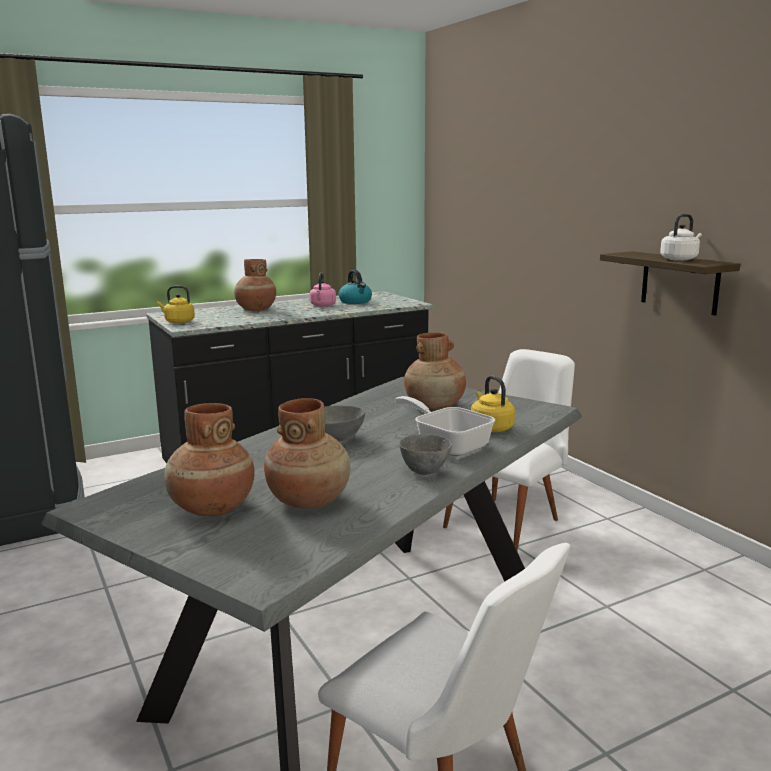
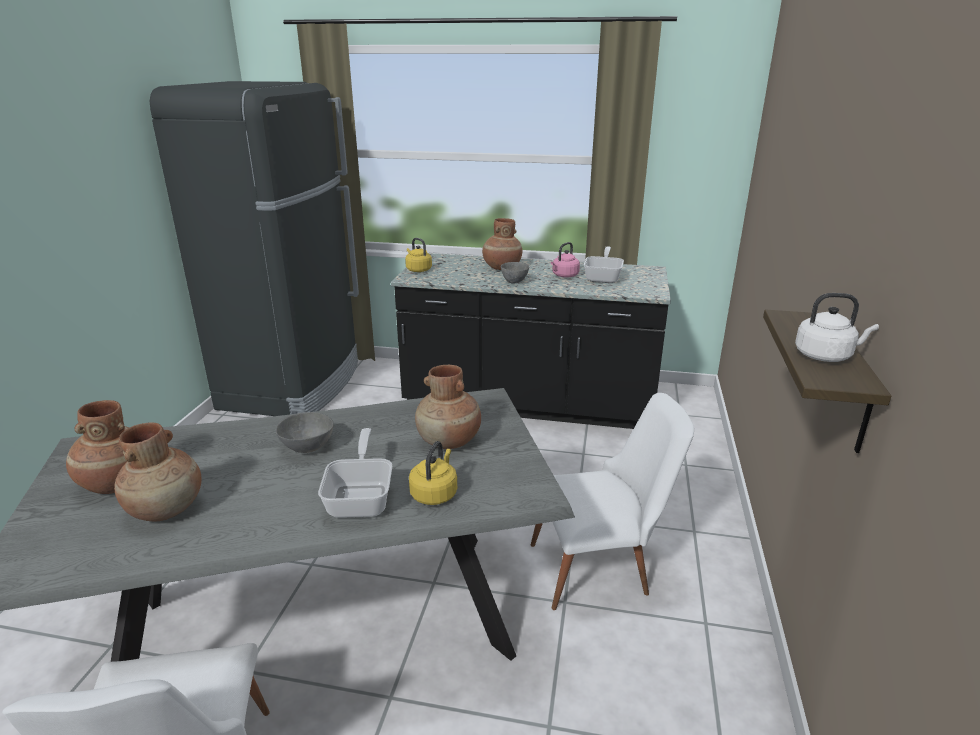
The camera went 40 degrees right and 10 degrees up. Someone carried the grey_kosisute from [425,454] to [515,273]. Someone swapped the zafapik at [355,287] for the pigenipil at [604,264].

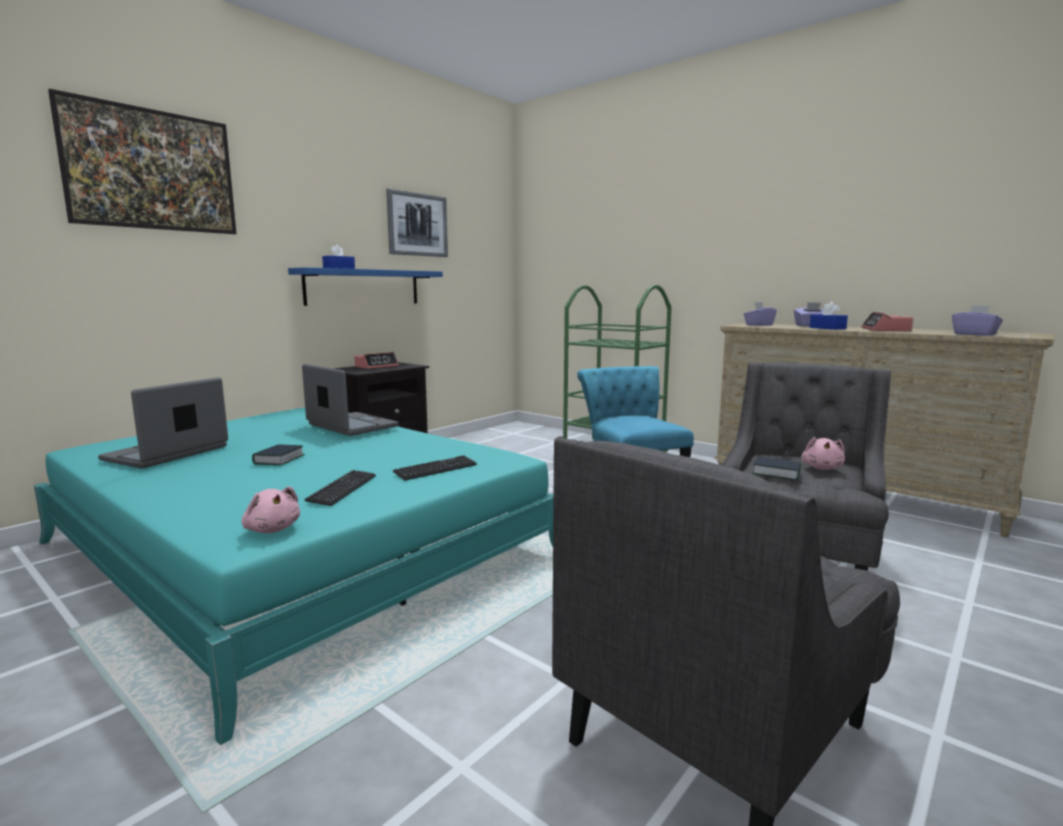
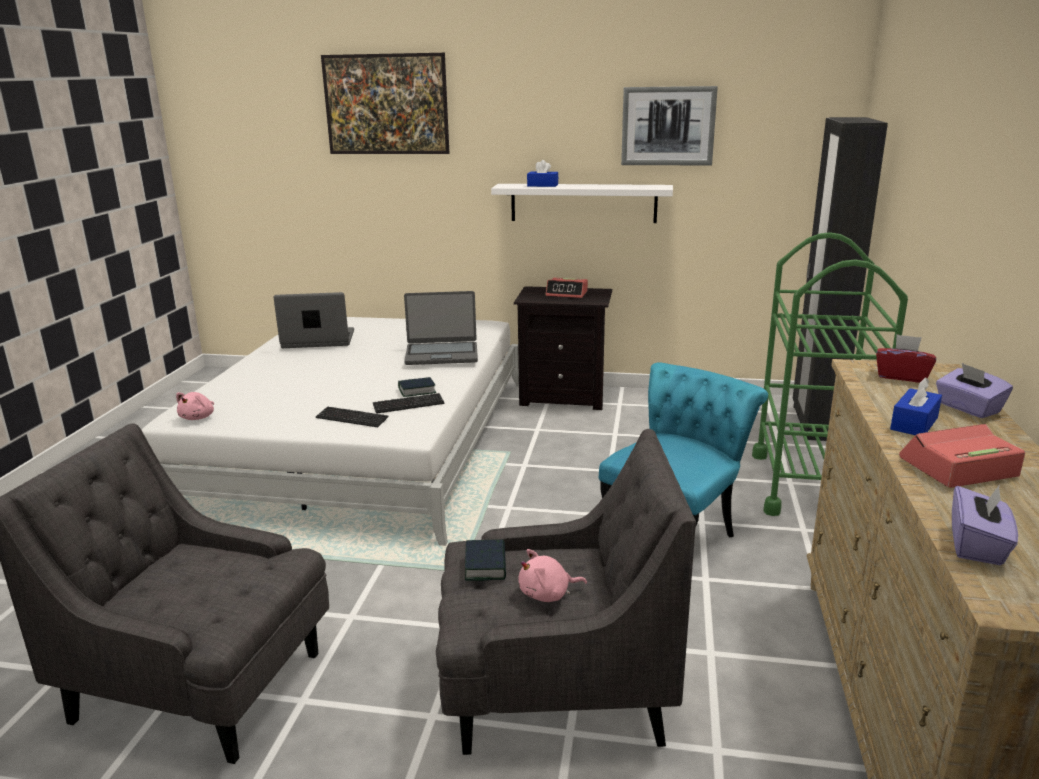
The camera went 60 degrees right and 10 degrees up. Someone repainted the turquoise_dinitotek at [294,576], which became the white_dinitotek at [330,431]. Someone carried the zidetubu from [340,488] to [409,403]. Someone carried the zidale from [278,454] to [417,387]. Someone rotated the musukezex at [350,400] by 75 degrees clockwise. Someone repainted the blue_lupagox at [365,286], which became the white_lupagox at [582,203]. Someone put down the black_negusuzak at [840,279]. Someone repainted the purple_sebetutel at [760,314], which became the red_sebetutel at [906,358].

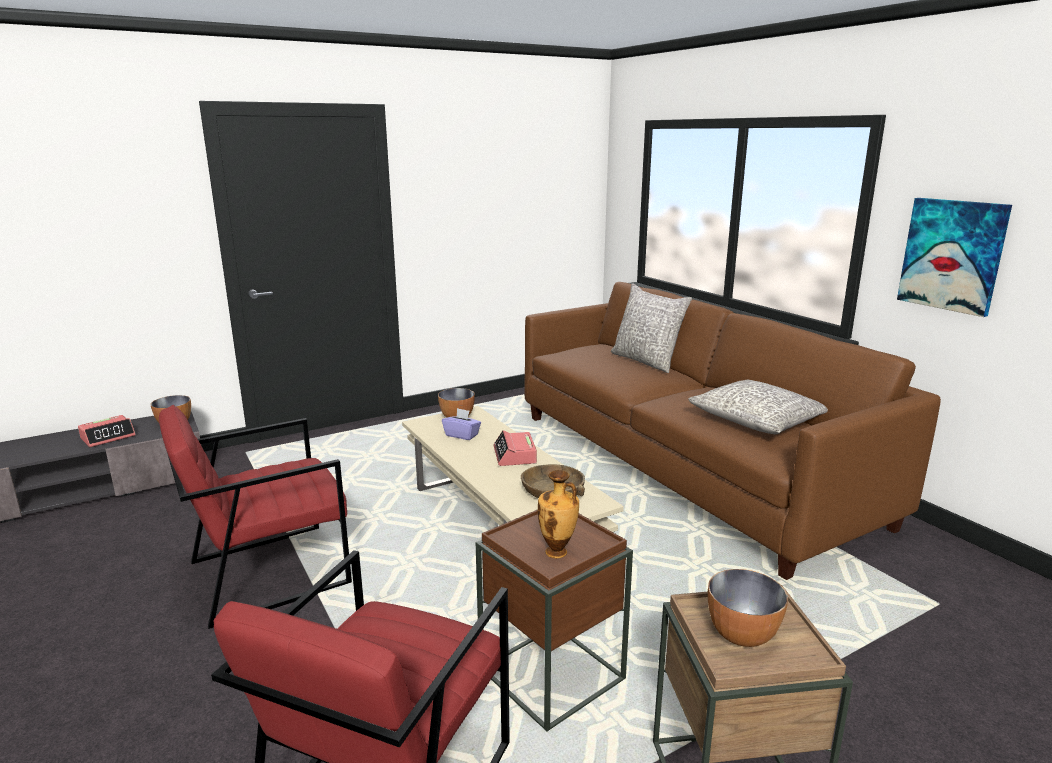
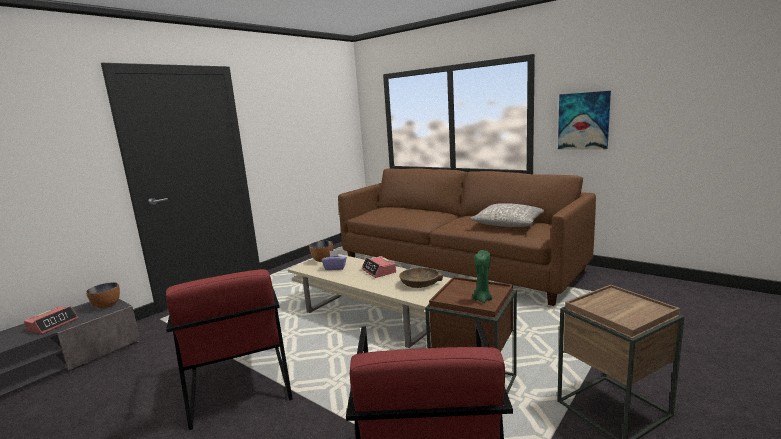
The camera went 20 degrees left and 5 degrees down. Someone rotated the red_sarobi at [255,517] by 60 degrees counterclockwise. Someone swapped the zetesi at [558,514] for the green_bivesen at [482,276]. Someone took away the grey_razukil at [651,328]. Someone took away the kosisute at [748,608].

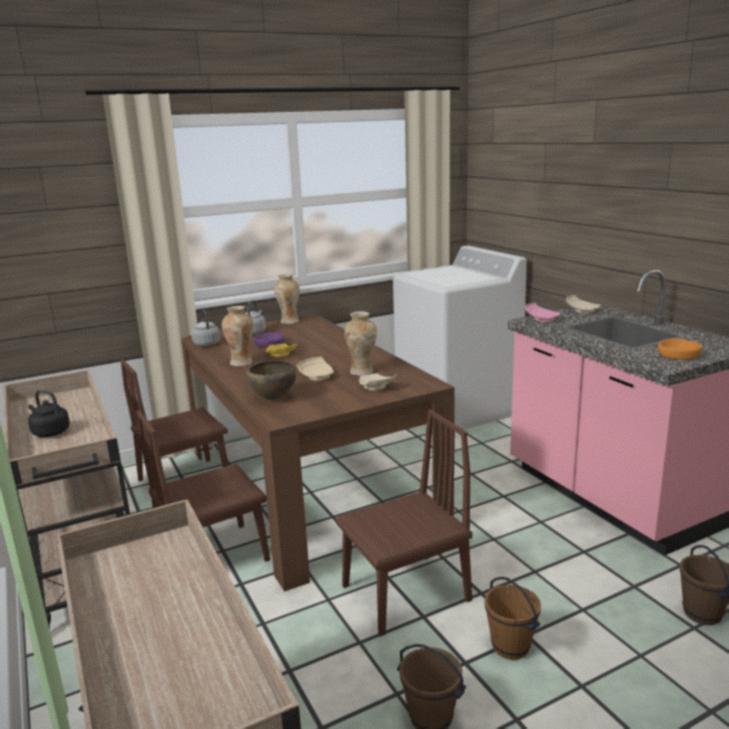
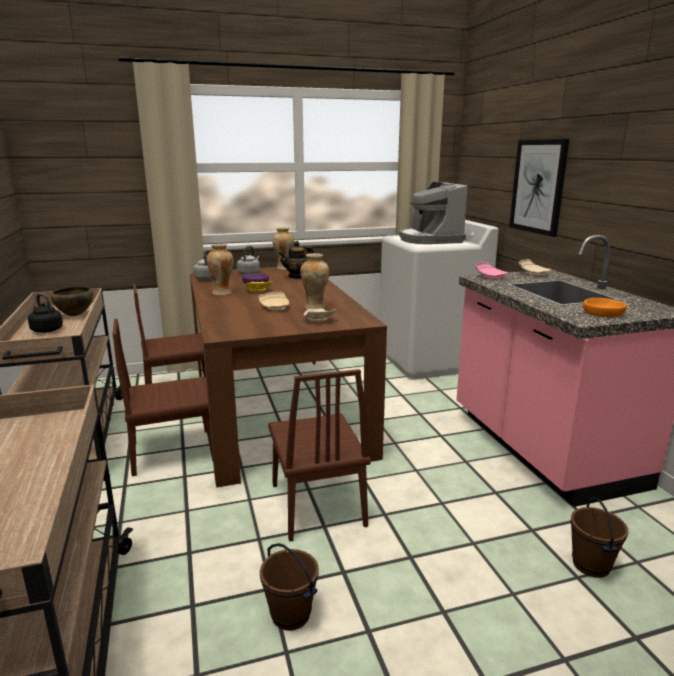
The camera went 10 degrees right and 0 degrees up. Someone carried the brown_kosisute from [271,380] to [71,301]. Someone rotated the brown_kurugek at [404,522] by 90 degrees clockwise. Someone put down the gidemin at [295,260]. Someone put down the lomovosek at [433,213]. Someone put up the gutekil at [539,188]. Someone took away the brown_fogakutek at [512,618].

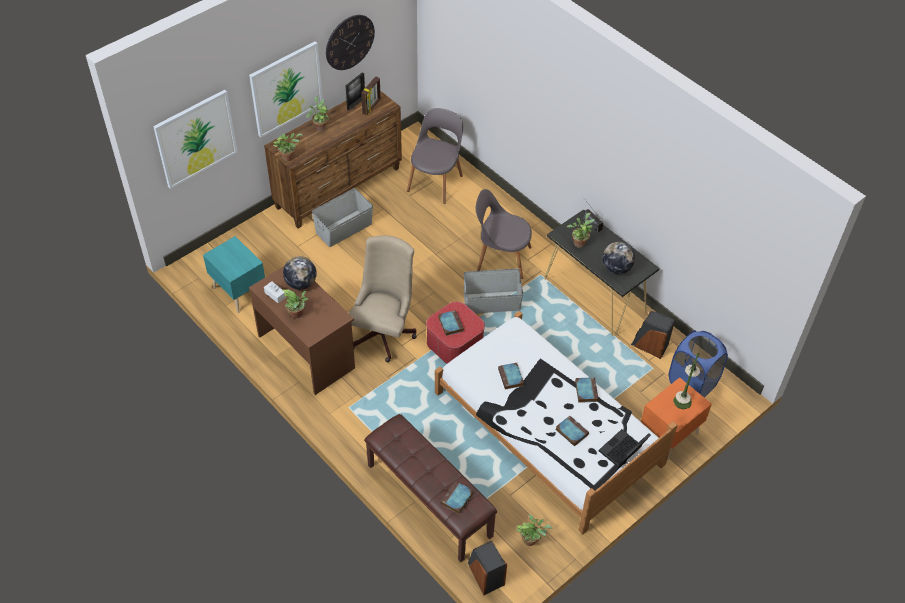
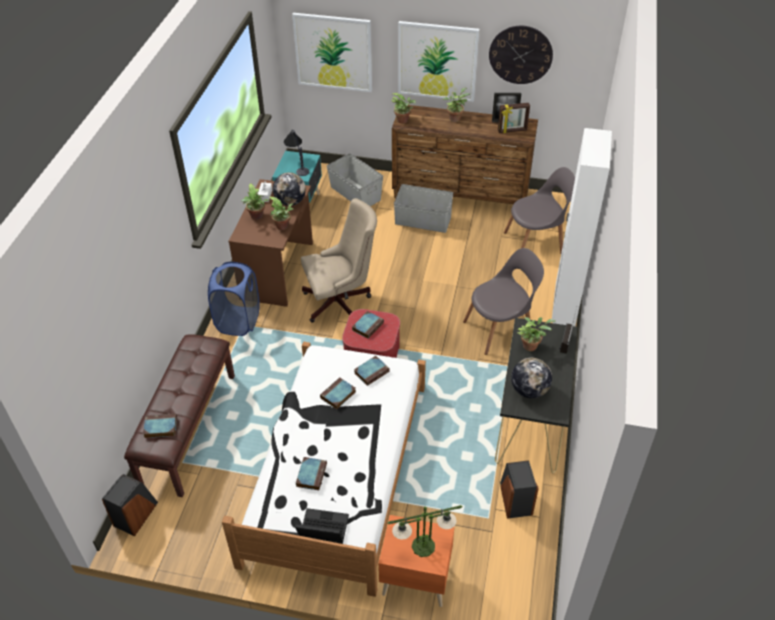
The camera went 55 degrees right and 5 degrees down. Someone carried the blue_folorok from [698,363] to [233,299]. Someone carried the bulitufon from [534,530] to [282,213]. Someone put down the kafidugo at [296,153]. Someone carried the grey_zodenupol from [493,291] to [355,179]. Someone carried the zidale from [587,390] to [372,371]. Someone rotated the grey_kurugek at [504,234] by 90 degrees clockwise. Someone put down the white_negusuzak at [582,227].

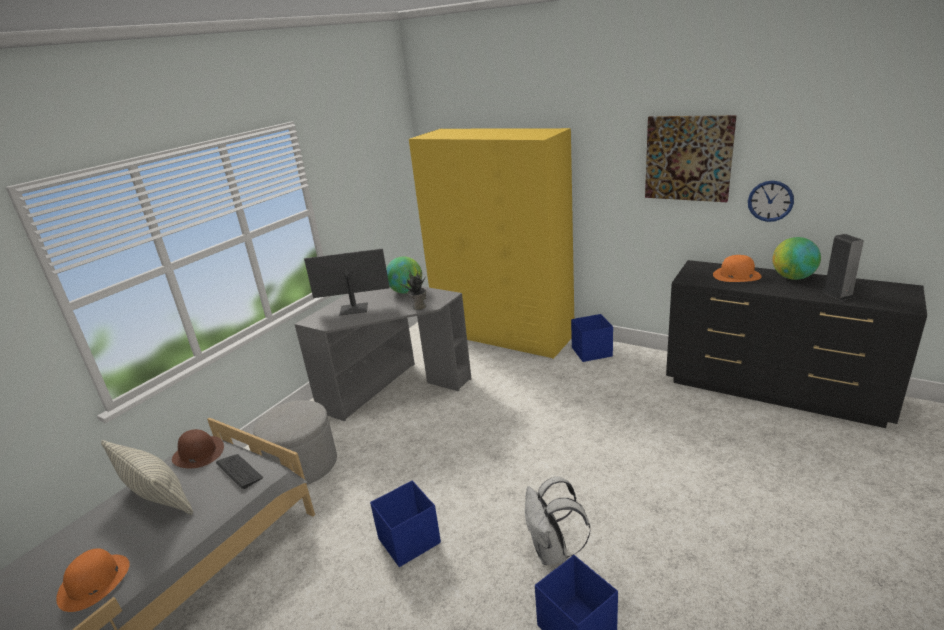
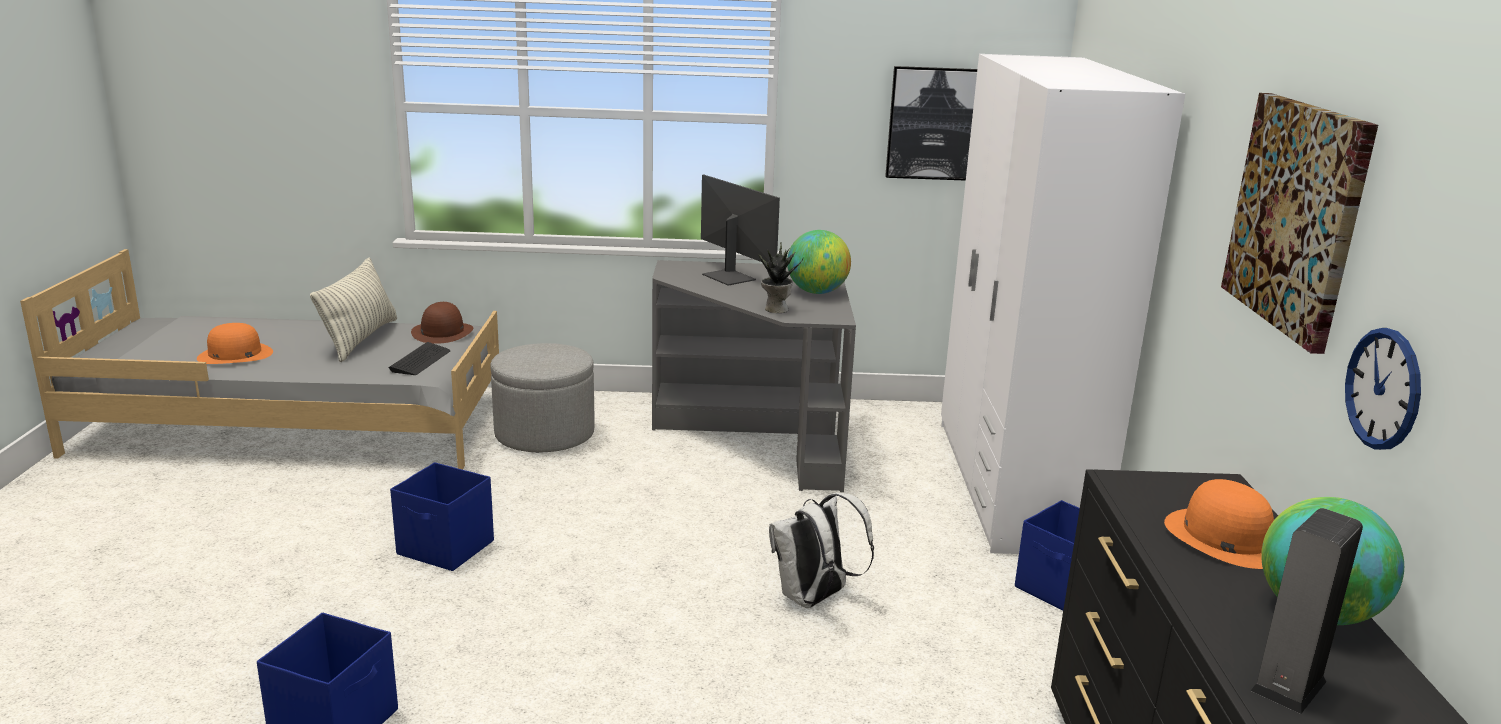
The camera went 55 degrees right and 5 degrees down. Someone carried the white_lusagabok from [557,520] to [821,550]. Someone put up the gutekil at [931,123]. Someone repainted the yellow_negusuzak at [491,243], which became the white_negusuzak at [1063,304].

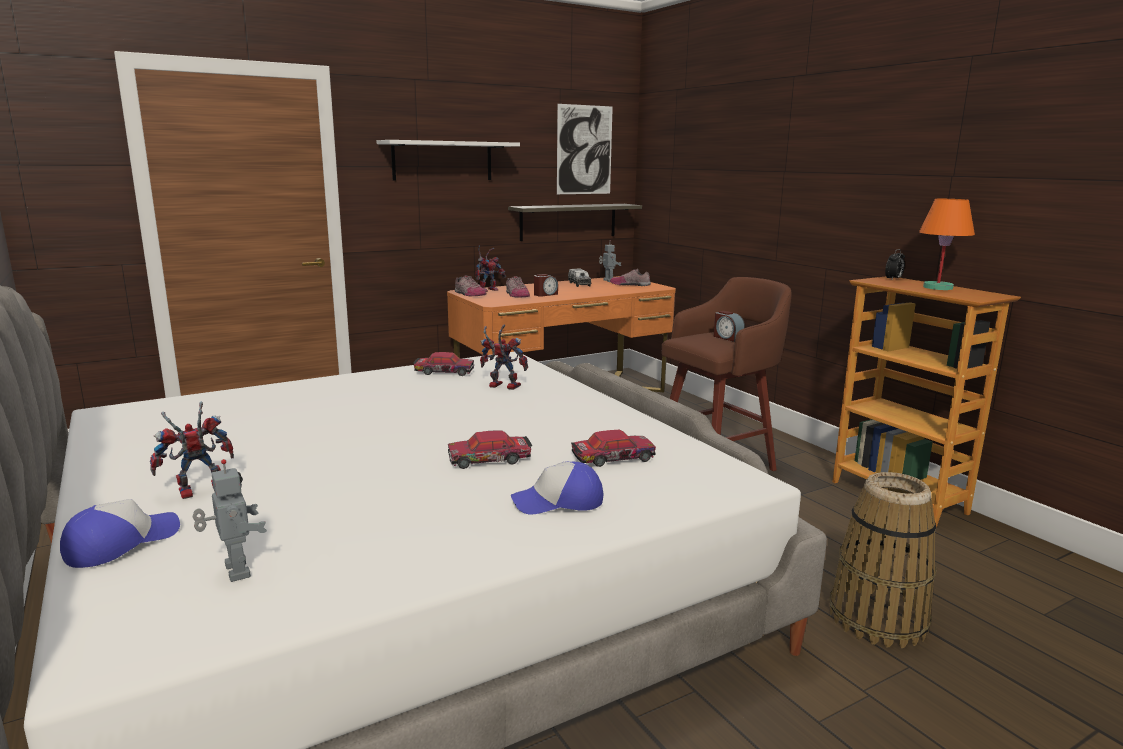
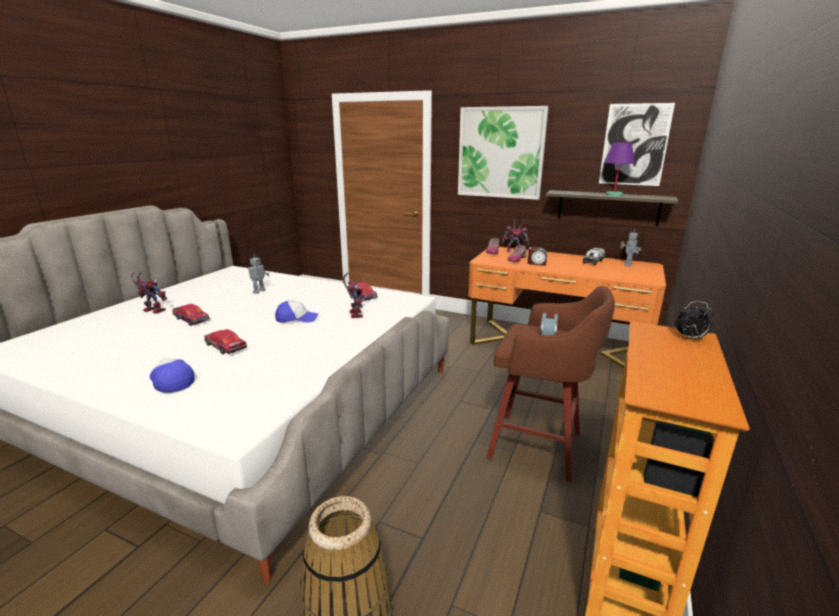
The camera went 55 degrees right and 5 degrees up. Someone carried the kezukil from [613,448] to [191,315]. Someone carried the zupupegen from [230,520] to [259,274]. Someone carried the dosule from [120,533] to [296,312]. Someone swapped the white_lupagox at [448,160] for the gutekil at [503,153]. Someone put down the purple_kafidugo at [619,169]. Someone took away the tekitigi at [630,277]. Someone took away the orange_kafidugo at [947,244].

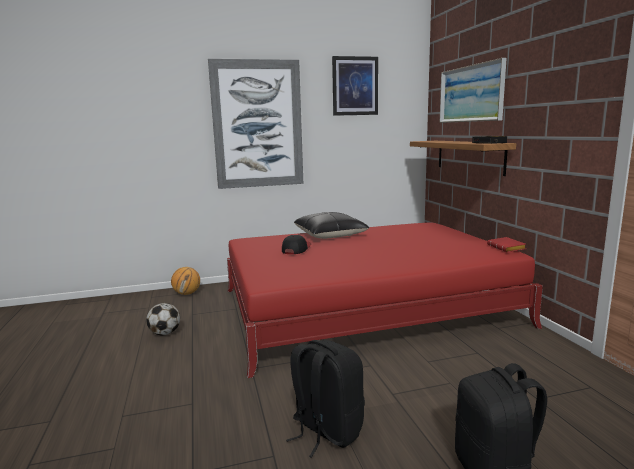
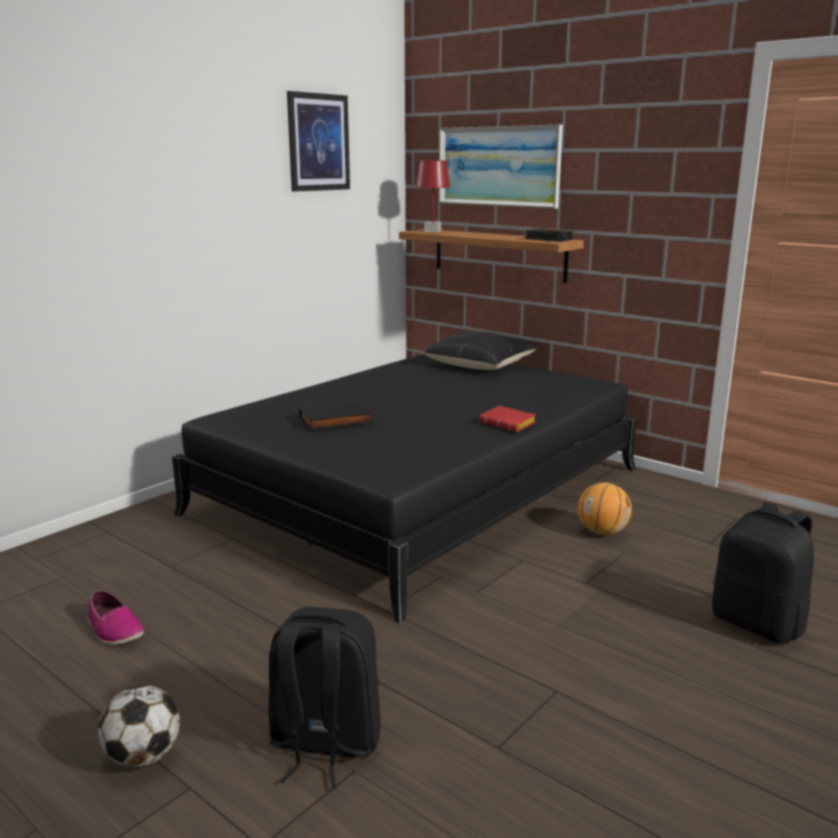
The camera went 35 degrees left and 5 degrees up. Someone put down the tekitigi at [115,617]. Someone carried the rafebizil from [163,319] to [139,726]. Someone repainted the red_dinitotek at [385,300], which became the black_dinitotek at [404,489]. Someone carried the black_lusagabok from [325,399] to [324,698]. Someone swapped the dosule at [296,244] for the black_zidale at [336,415]. Someone put down the red_kafidugo at [433,196]. Someone carried the black_razukil from [331,225] to [480,351]. Someone carried the red_zidale from [506,244] to [507,419]. Someone carried the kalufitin from [185,281] to [605,508]. Someone took away the gutekil at [255,124].

